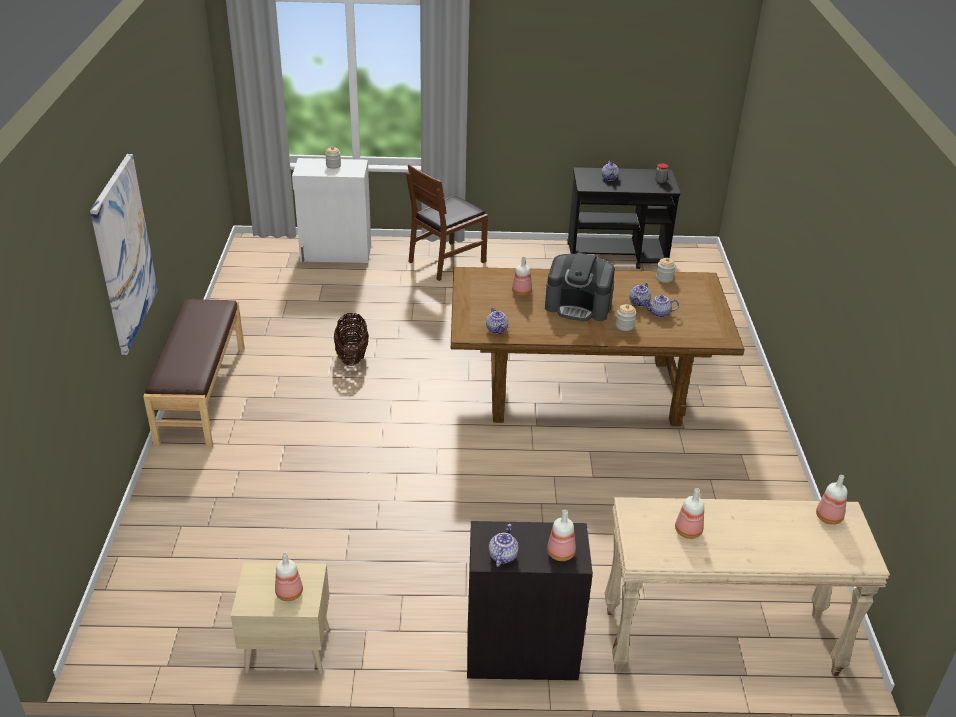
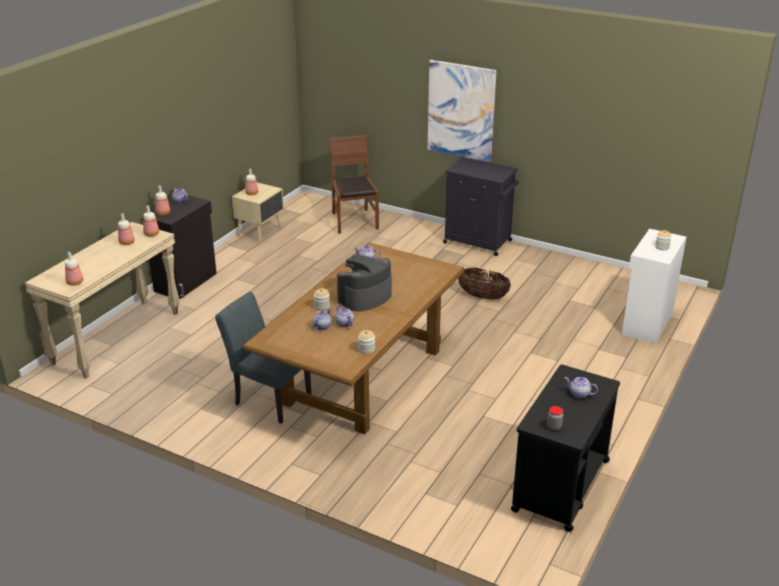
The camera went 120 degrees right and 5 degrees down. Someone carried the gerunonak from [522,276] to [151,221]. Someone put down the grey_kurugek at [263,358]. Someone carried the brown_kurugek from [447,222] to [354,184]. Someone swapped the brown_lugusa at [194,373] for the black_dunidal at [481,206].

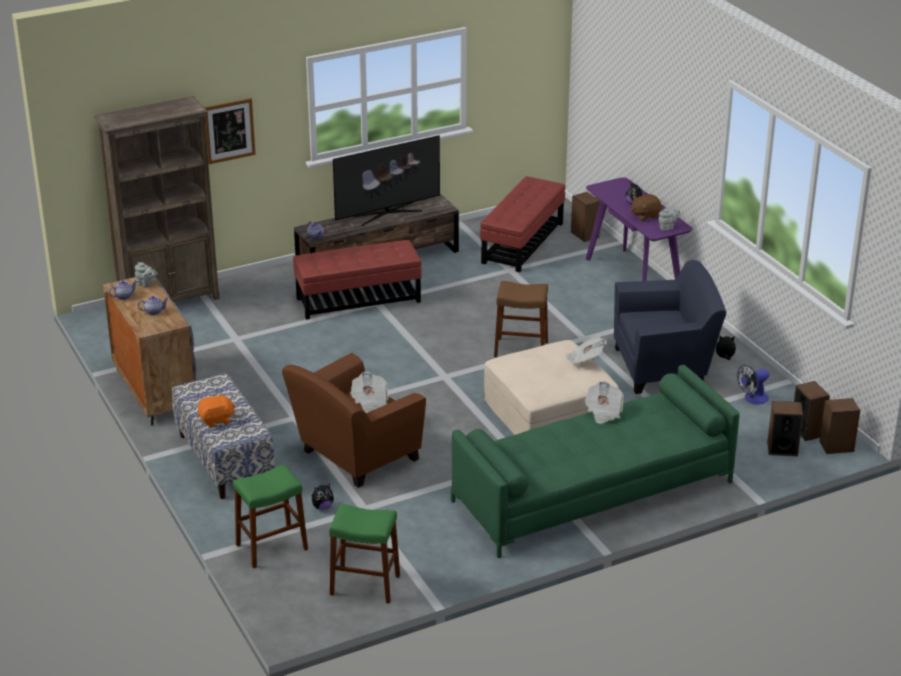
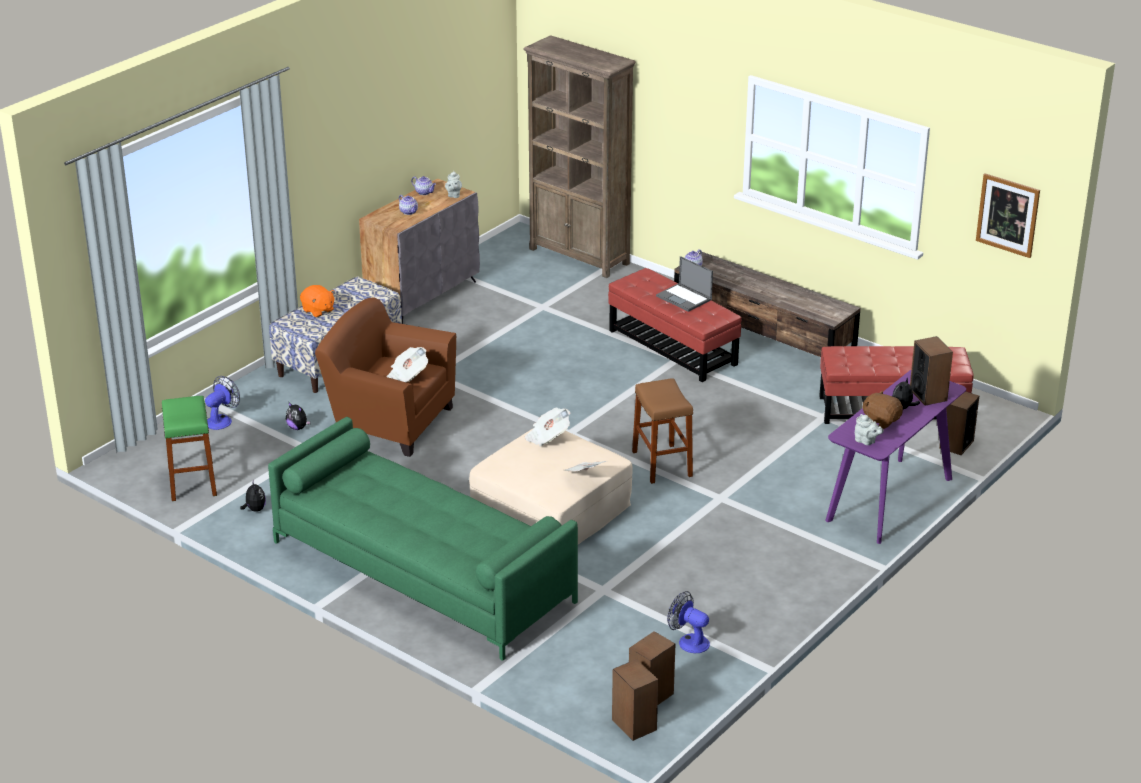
The camera went 65 degrees right and 0 degrees up. Someone swapped the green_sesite at [270,516] for the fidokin at [222,403]. Someone carried the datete from [725,348] to [253,495]. Someone carried the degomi from [604,402] to [547,426]. Someone put down the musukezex at [684,284]. Someone carried the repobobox from [785,428] to [931,371]. Someone carried the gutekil from [230,131] to [1008,215]. Someone took away the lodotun at [386,180]. Someone took away the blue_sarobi at [670,327].

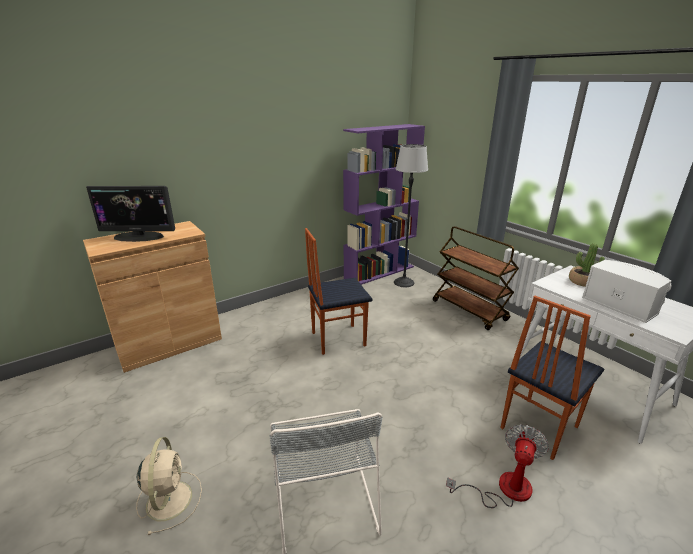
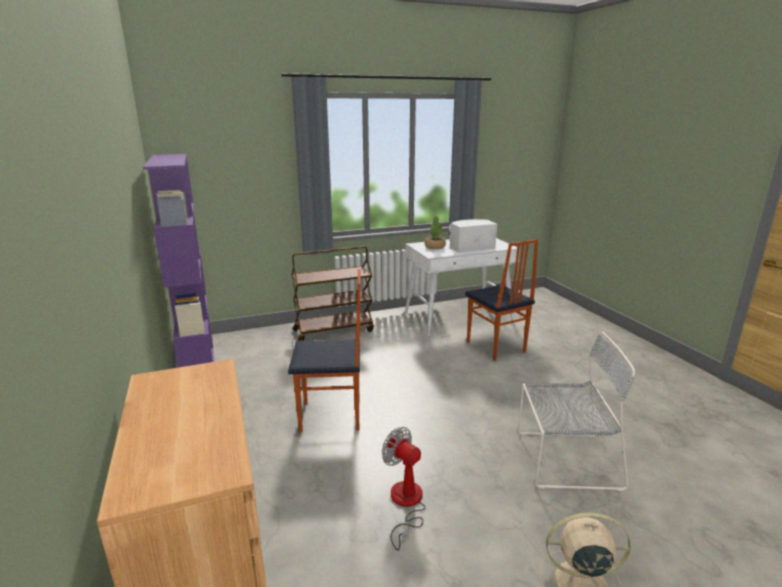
The camera went 75 degrees left and 5 degrees down. Someone rotated the kurugek at [338,291] by 90 degrees counterclockwise. Someone carried the fidokin from [497,466] to [404,489]. Someone took away the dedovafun at [130,214]. Someone took away the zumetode at [411,215].

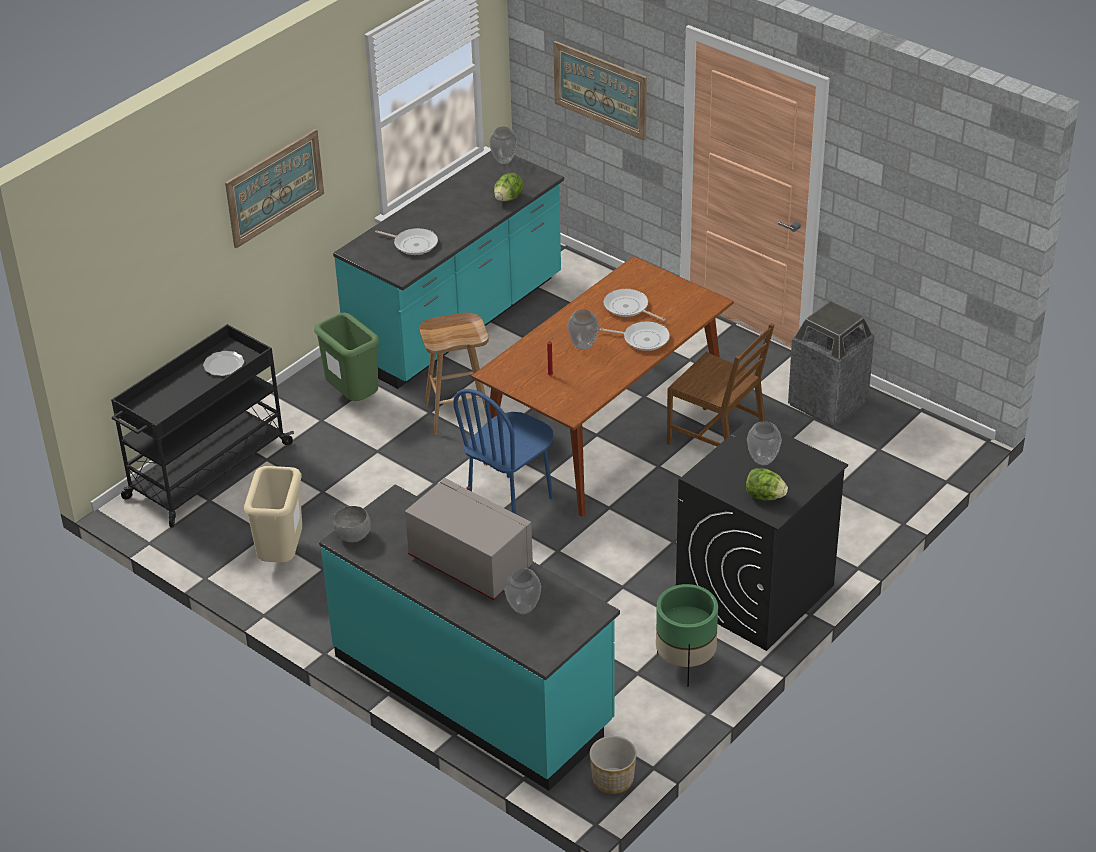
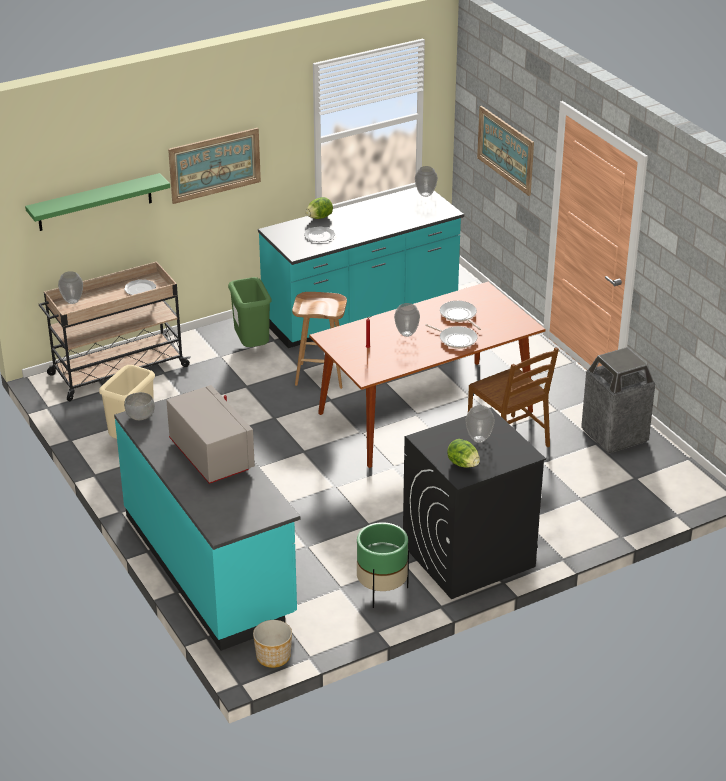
The camera went 20 degrees right and 5 degrees down. Someone put up the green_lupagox at [97,202]. Someone repainted the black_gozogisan at [202,426], which became the beige_gozogisan at [115,331]. Someone carried the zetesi from [522,591] to [70,287]. Someone swapped the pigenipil at [406,241] for the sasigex at [319,234]. Someone carried the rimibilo from [509,187] to [319,208]. Someone took away the blue_kurugek at [503,451].

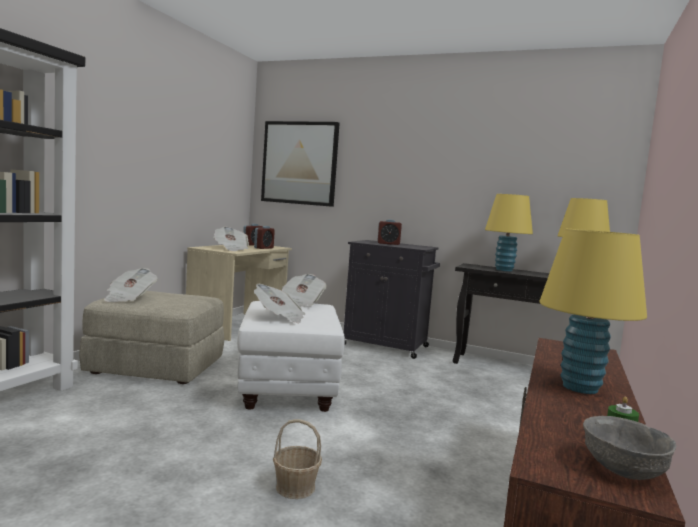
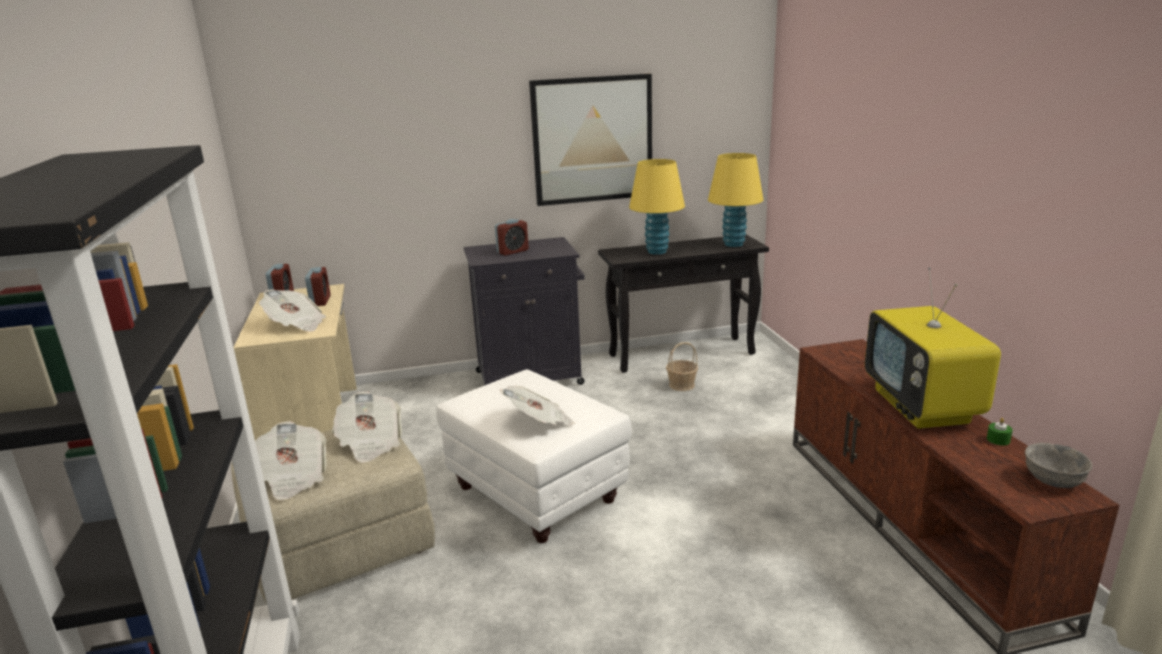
The camera went 35 degrees left and 15 degrees up. Someone carried the degomi from [304,290] to [367,427]. Someone carried the gutekil from [300,164] to [590,140]. Someone carried the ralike from [297,459] to [682,366]. Someone swapped the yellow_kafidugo at [593,311] for the lodotun at [933,348].

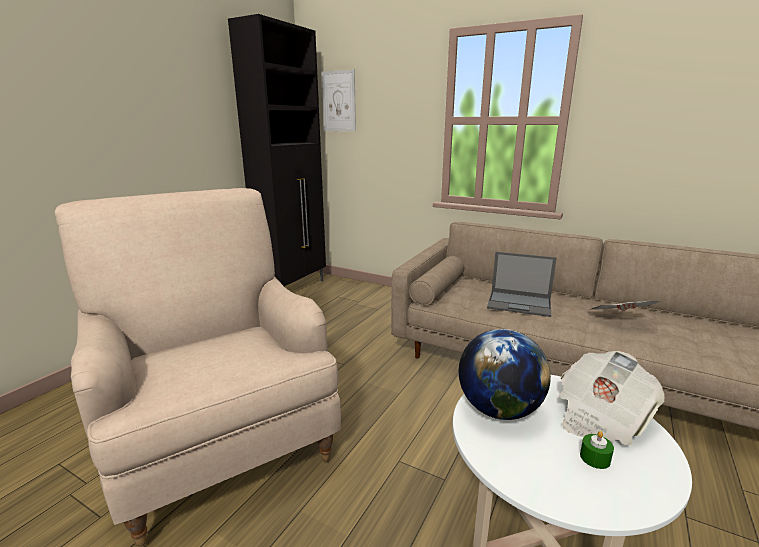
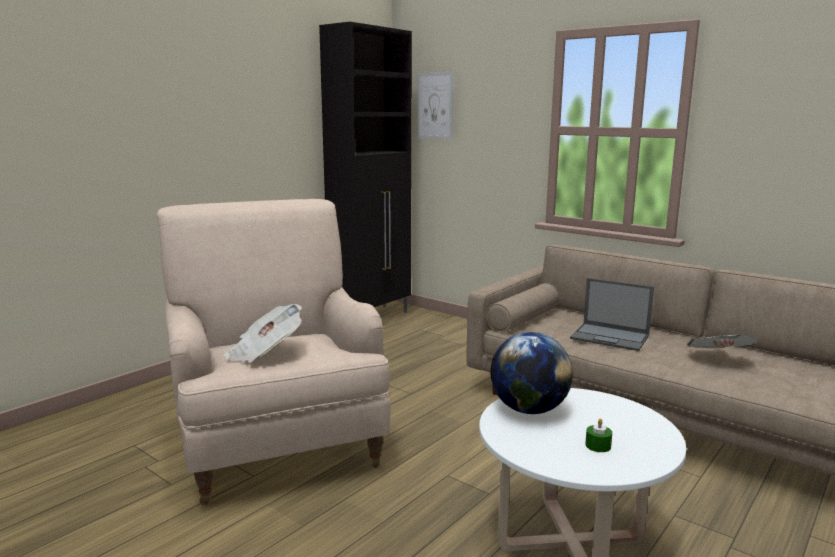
The camera went 10 degrees right and 5 degrees down. Someone carried the degomi from [612,398] to [263,333].

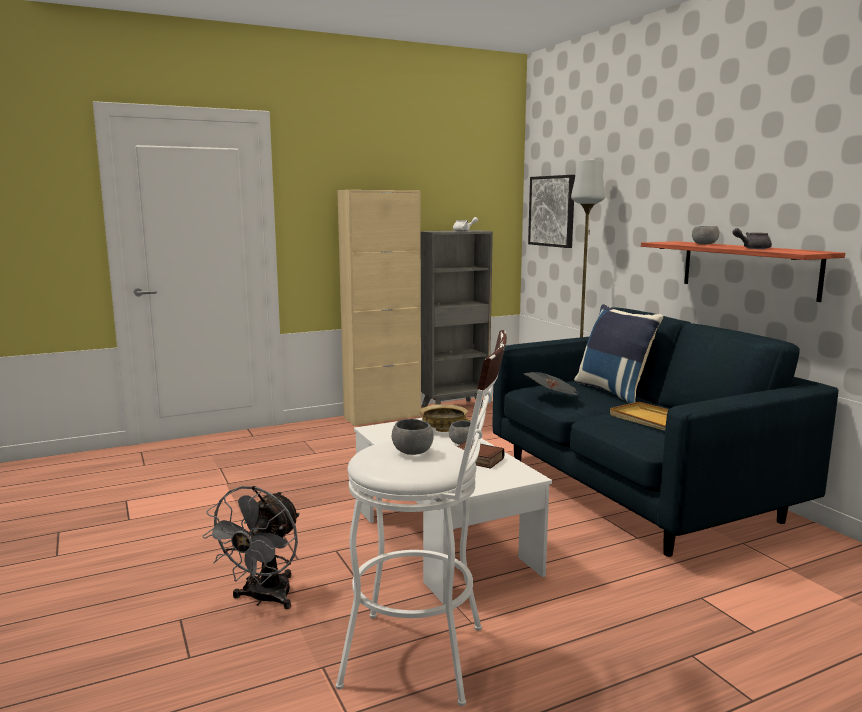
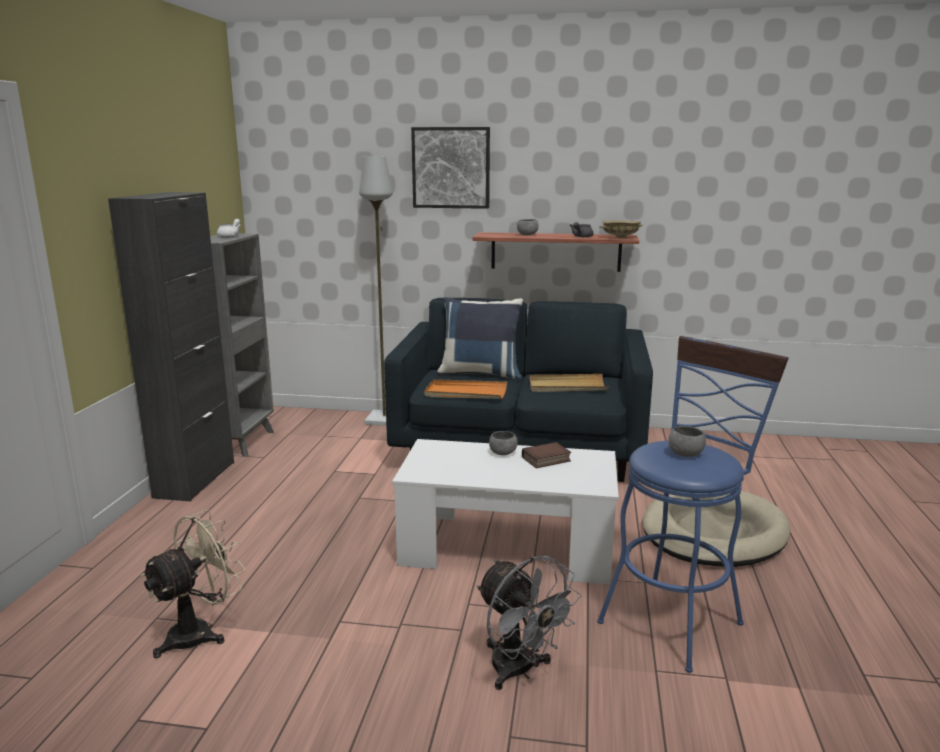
The camera went 55 degrees left and 5 degrees up. Someone repainted the beige_dunidal at [379,308], which became the black_dunidal at [171,346]. Someone put down the beige_fidokin at [193,584]. Someone carried the gutekil from [551,211] to [450,168]. Someone swapped the degomi at [551,383] for the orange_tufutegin at [465,389]. Someone repainted the white_sesite at [421,518], which became the blue_sesite at [693,504]. Someone carried the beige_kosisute from [444,418] to [620,229]. Someone put down the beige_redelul at [716,529].

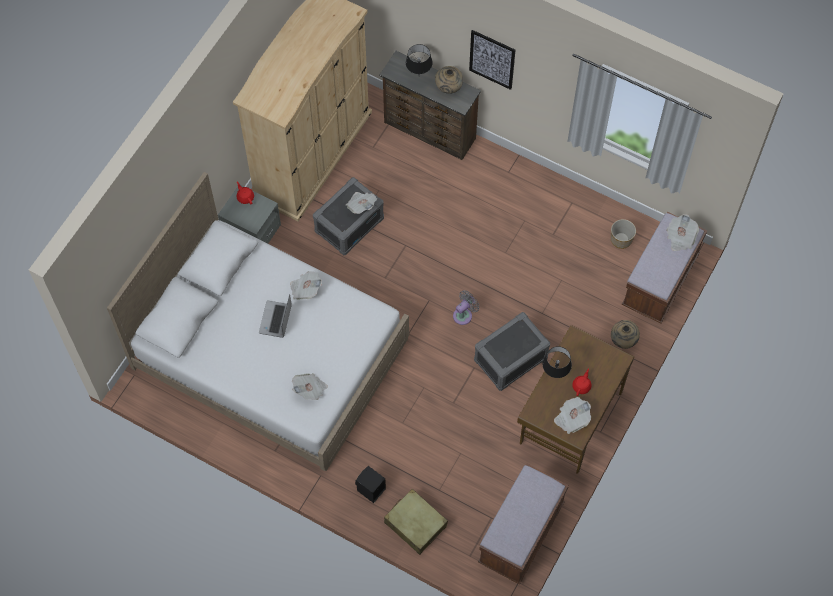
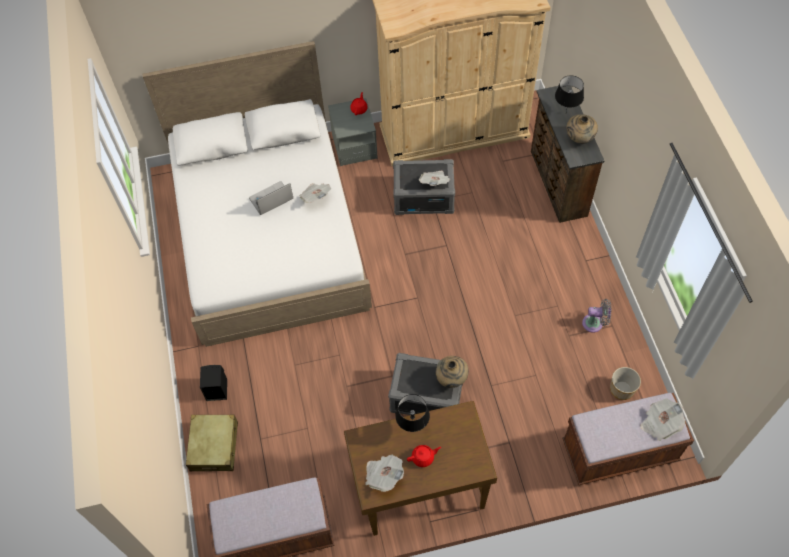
The camera went 50 degrees right and 5 degrees down. Someone carried the beige_zetesi from [625,334] to [452,372]. Someone carried the grey_fidokin from [466,307] to [596,316]. Someone took away the degomi at [310,386]. Someone took away the gutekil at [492,60].

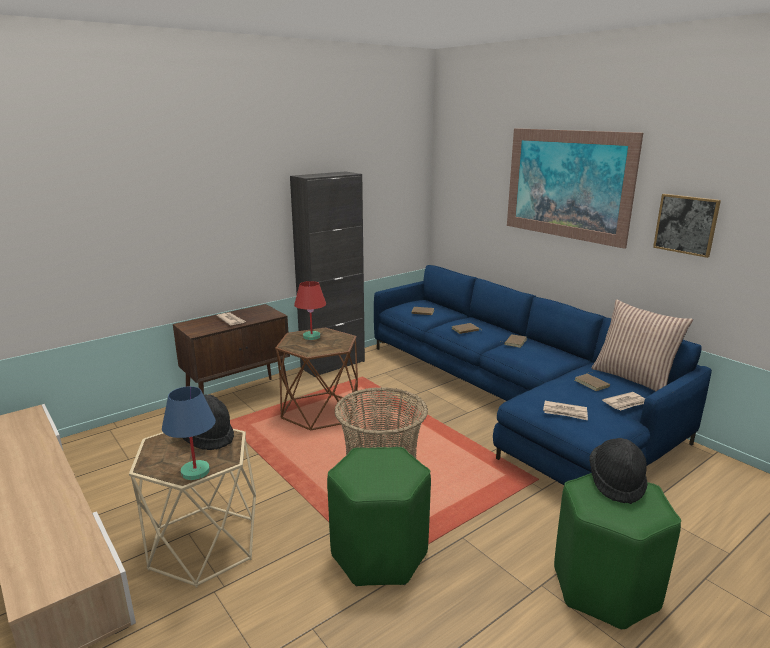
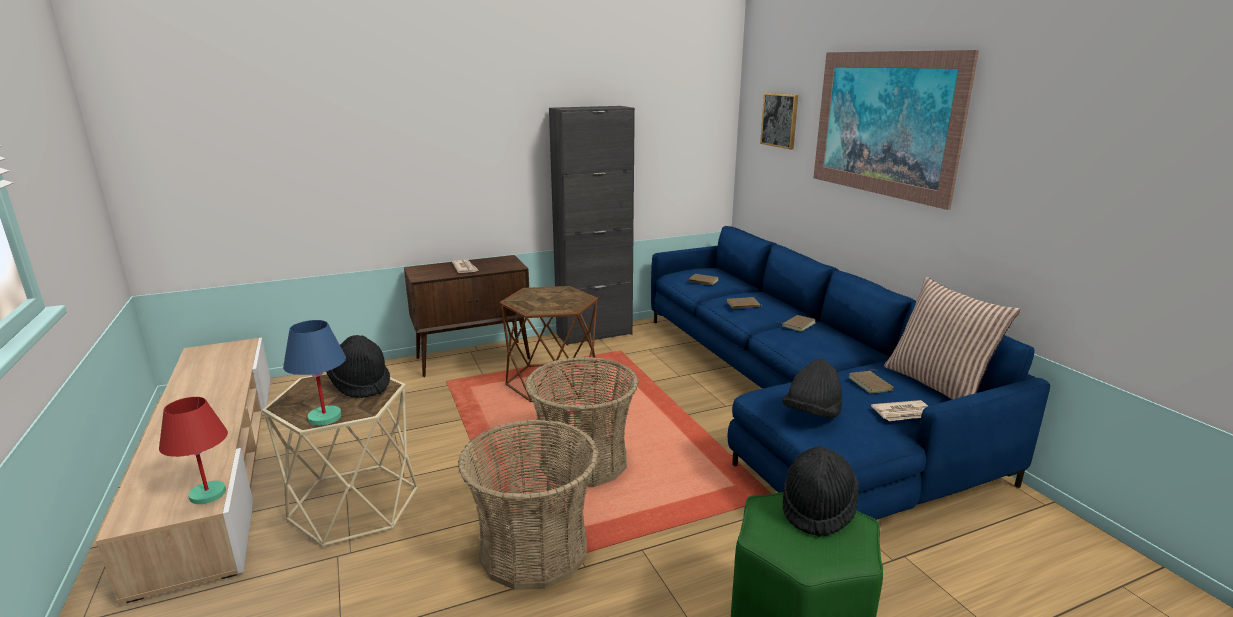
The camera went 15 degrees right and 0 degrees up. Someone carried the red_kafidugo from [310,310] to [193,450]. Someone swapped the green_sesite at [379,516] for the ralike at [528,504]. Someone carried the gutekil from [687,226] to [779,121]. Someone swapped the degomi at [565,411] for the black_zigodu at [812,388].

